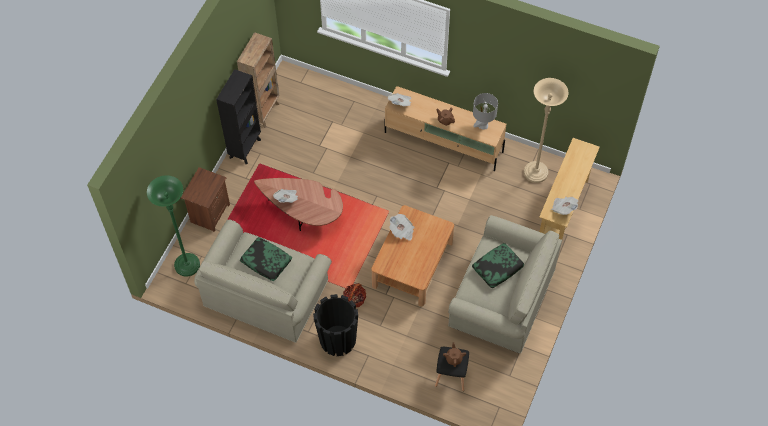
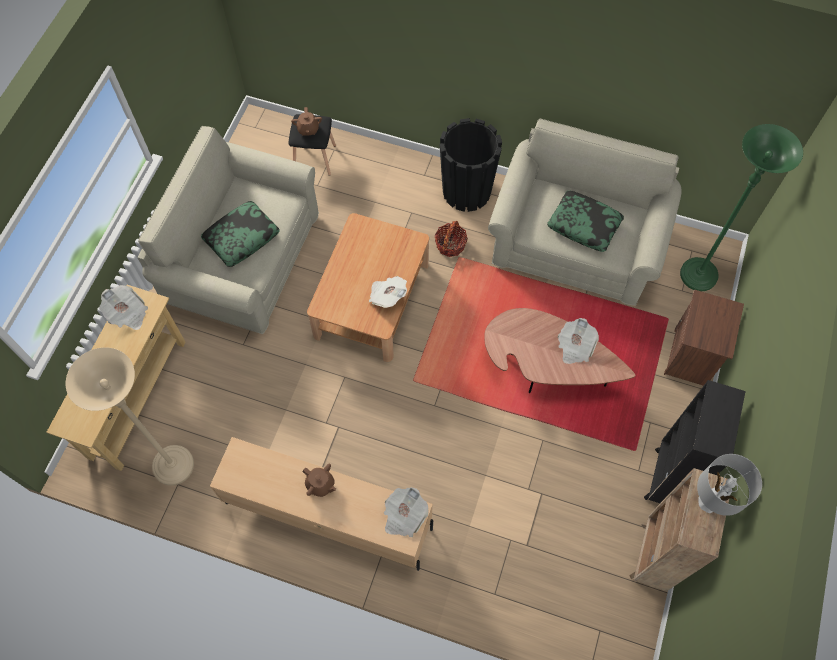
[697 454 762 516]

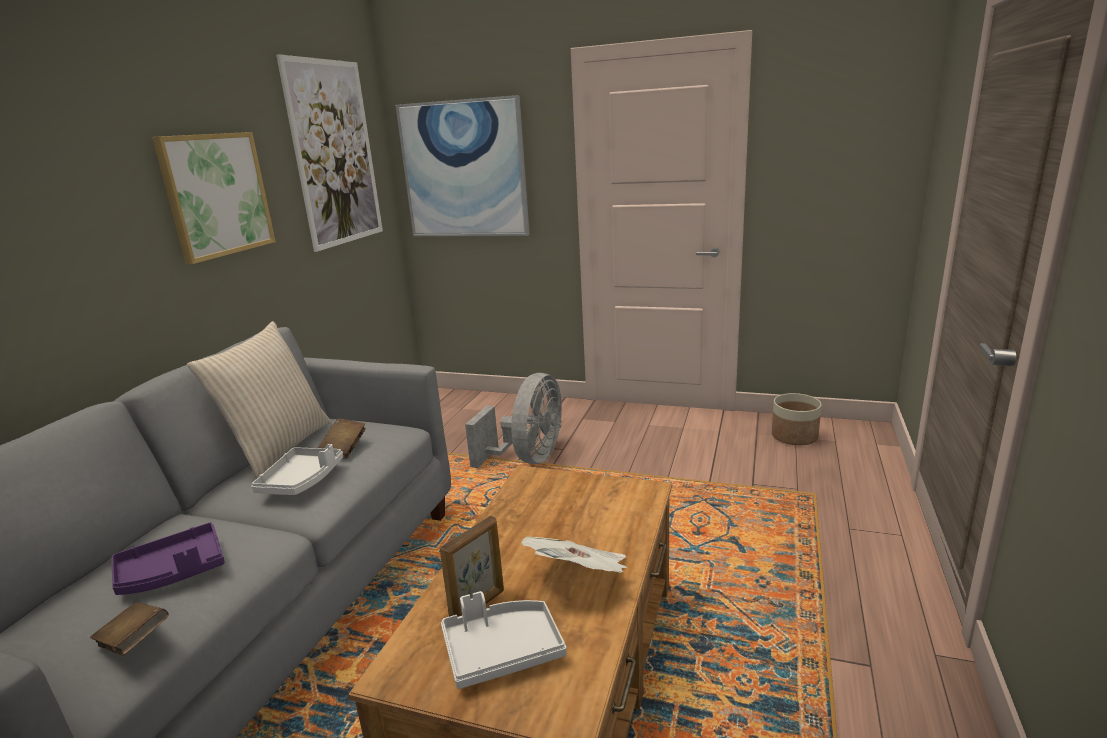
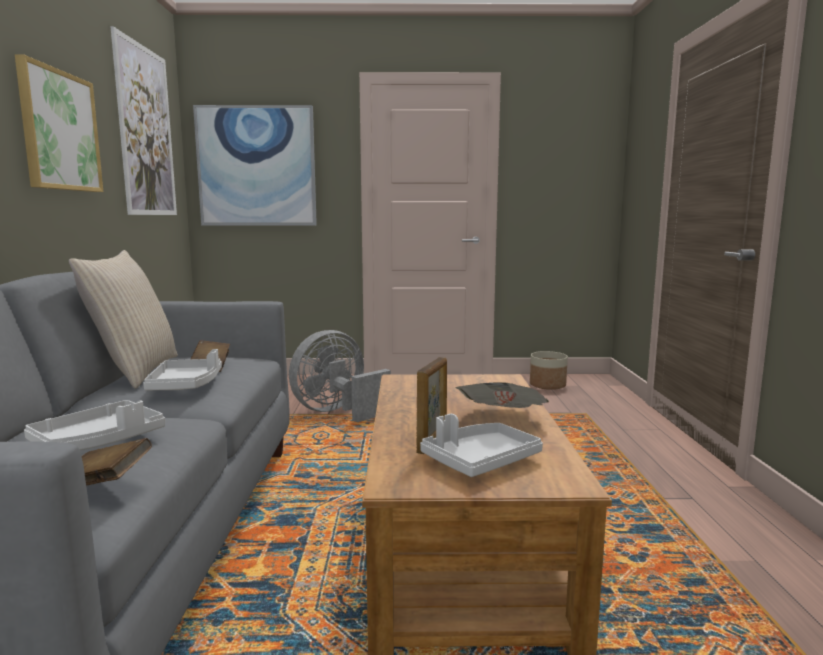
[289 330 391 422]
[24 400 165 450]

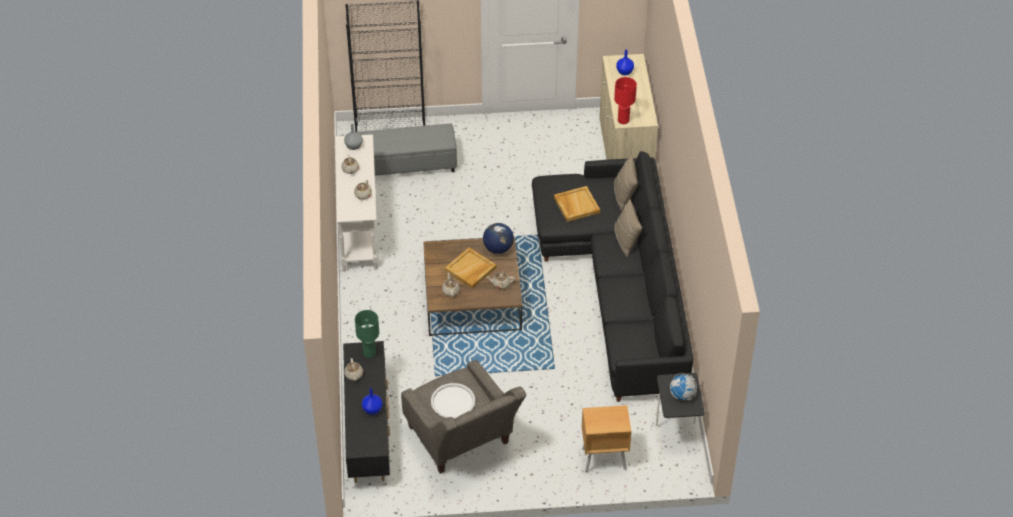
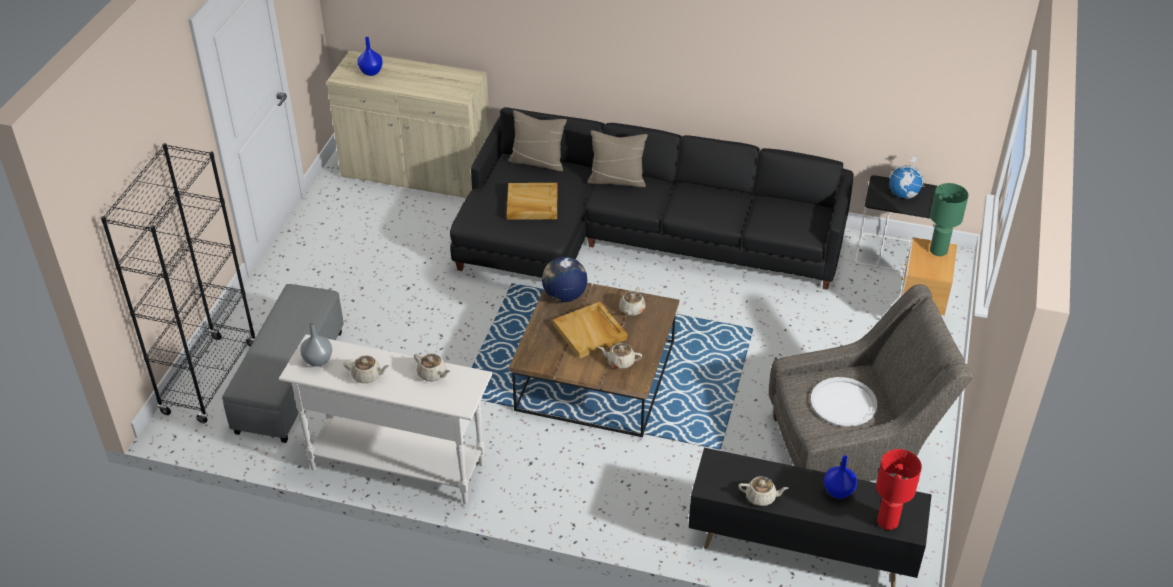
[876 449 922 530]
[930 183 969 256]

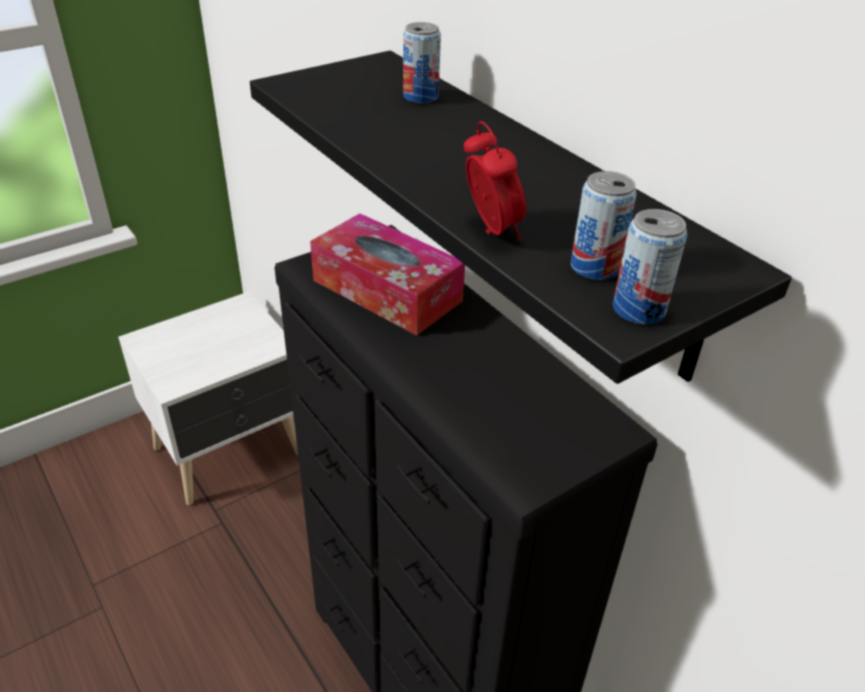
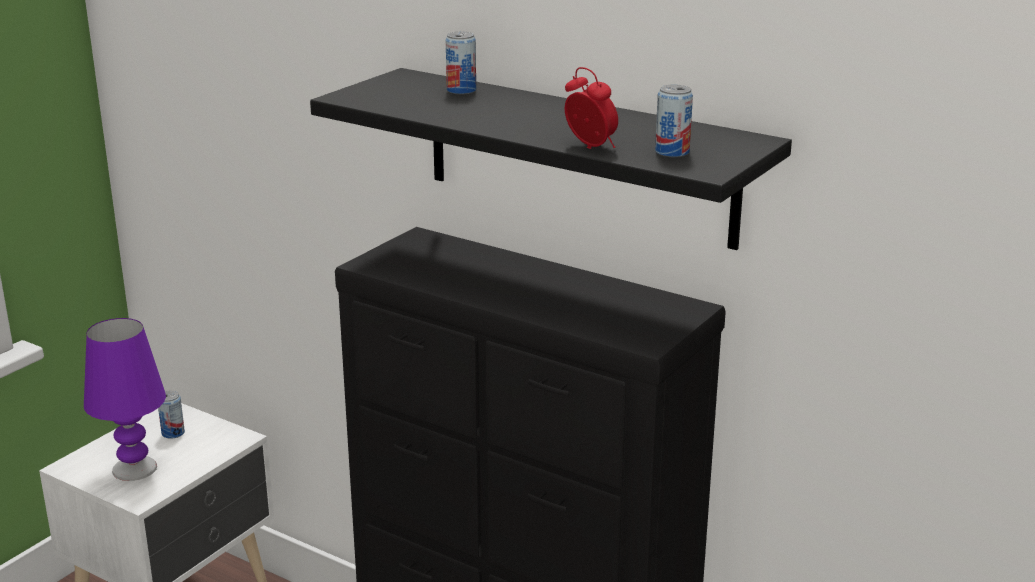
[158 391 185 439]
[310 213 465 336] (first image)
[84 318 166 481]

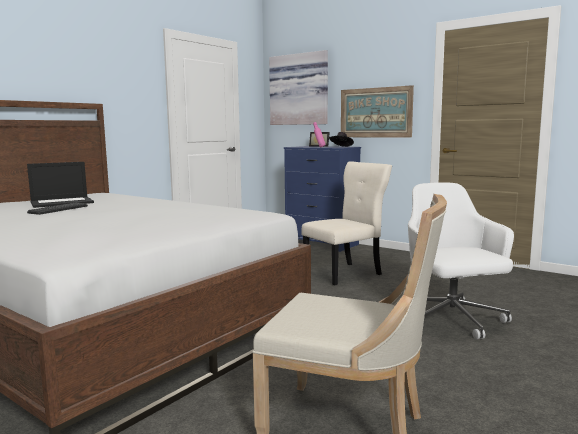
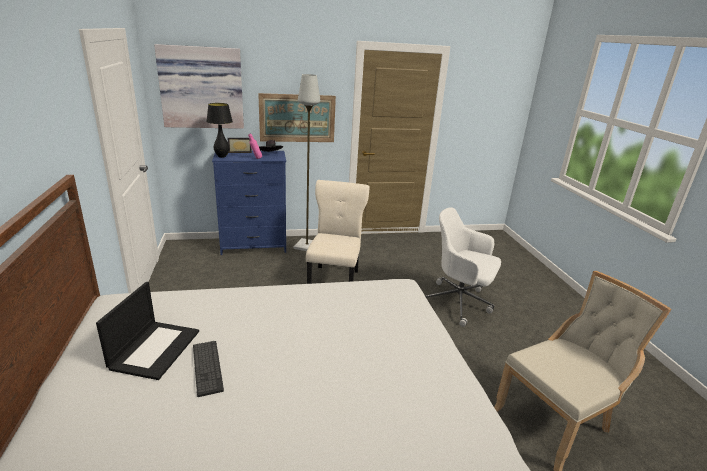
[294 74 320 251]
[206 103 233 158]

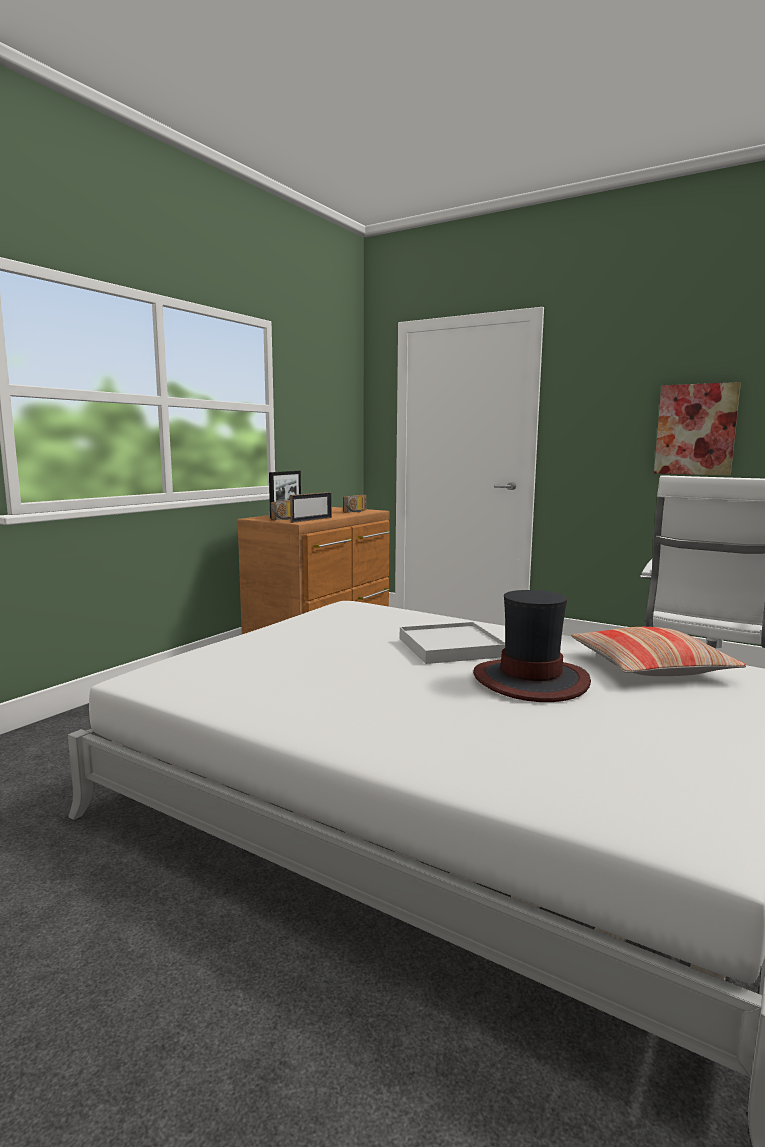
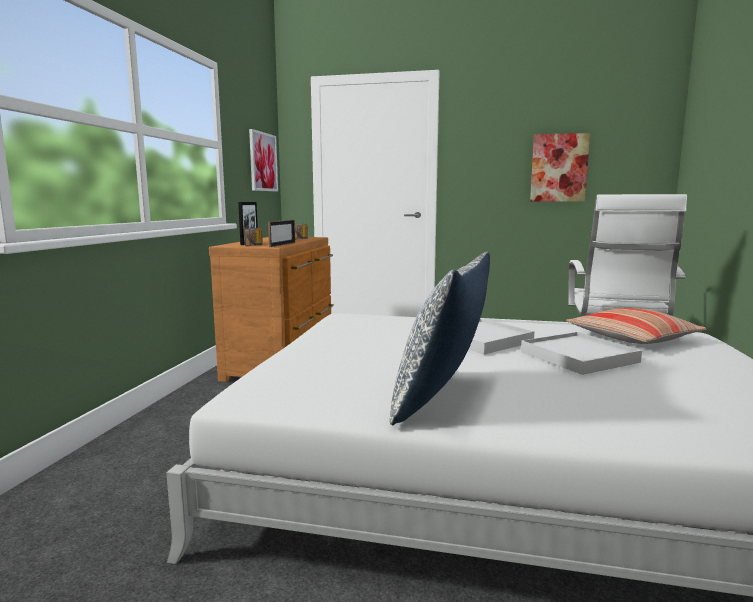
[521 332 642 375]
[249 129 278 191]
[390 252 490 425]

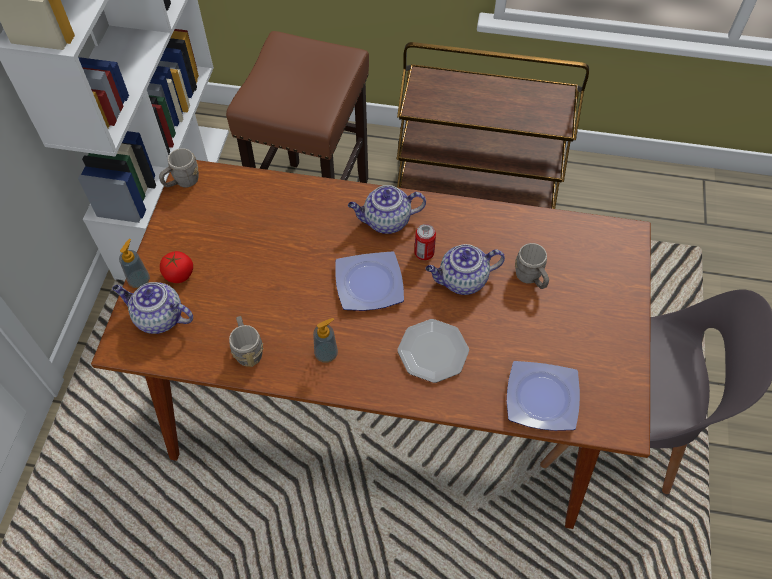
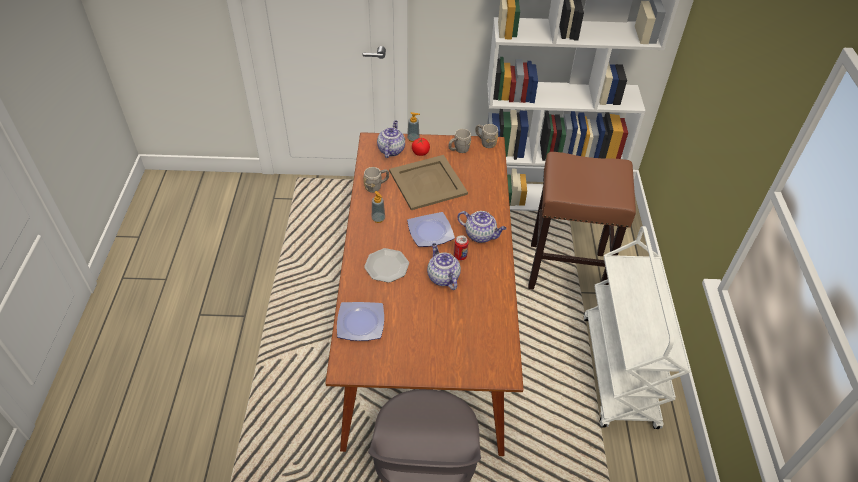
[584 226 691 429]
[458 211 507 243]
[449 129 471 153]
[389 155 468 210]

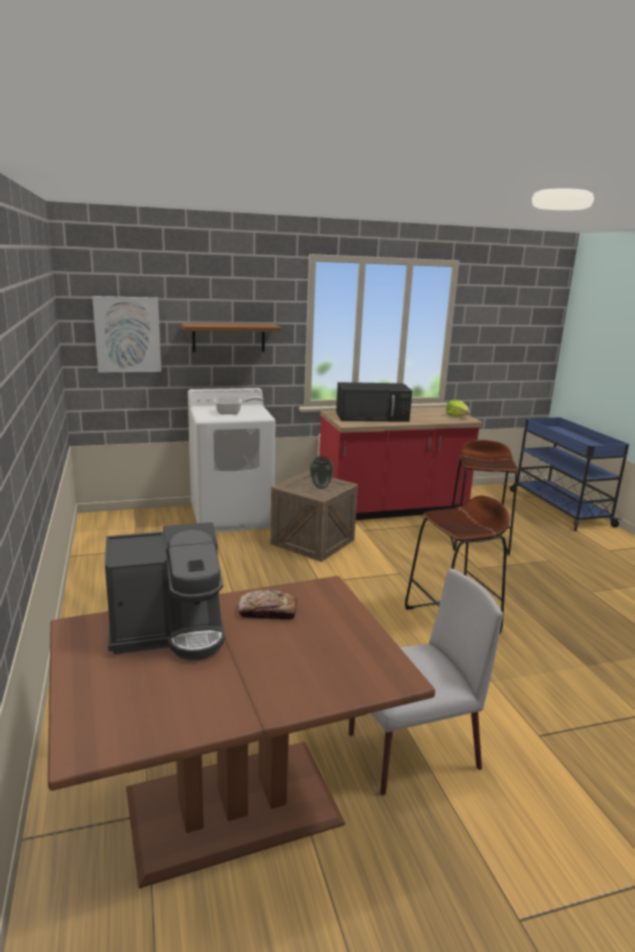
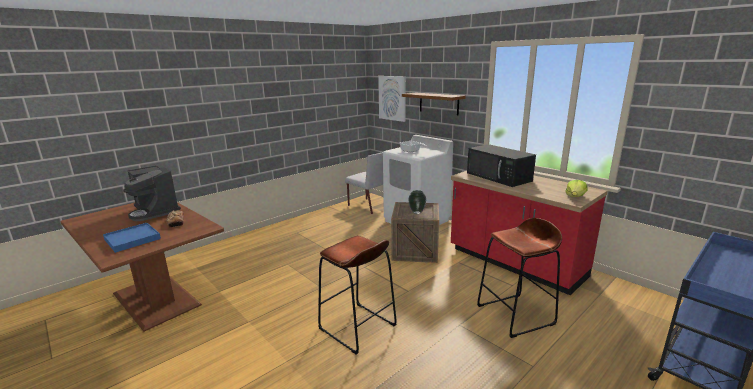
[345 152 383 214]
[103 223 161 253]

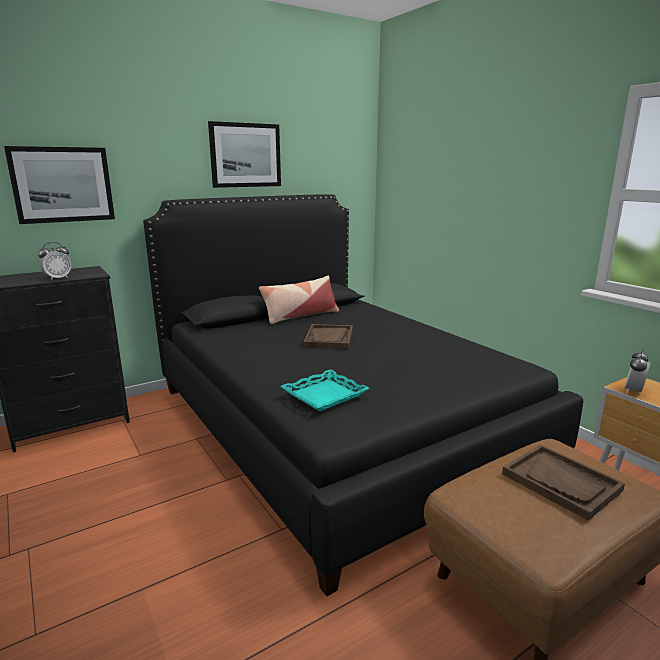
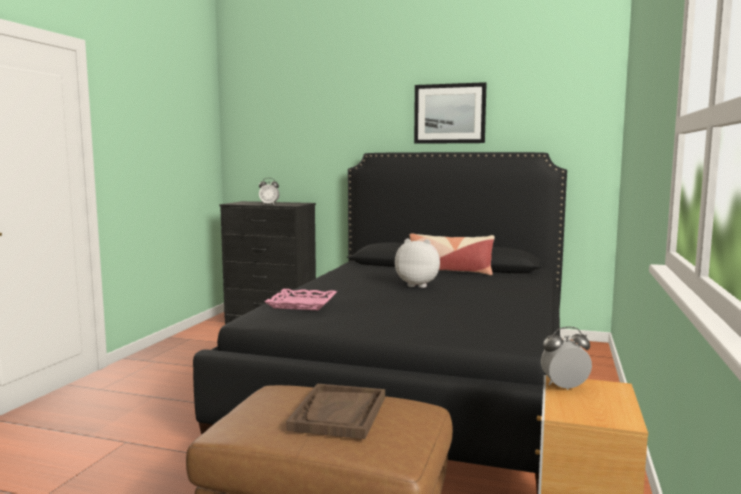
[4 146 115 224] (first image)
[395 239 440 288]
[265 289 337 310]

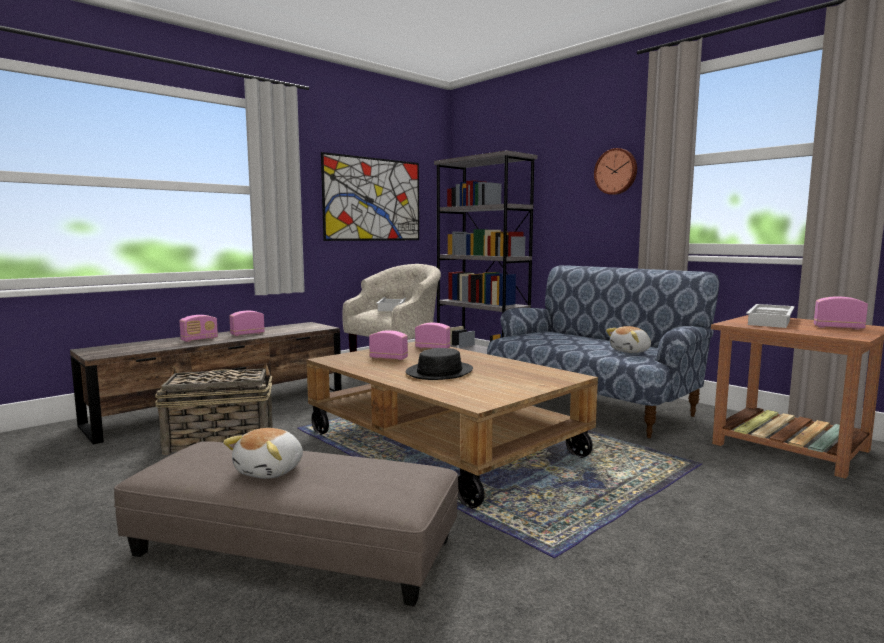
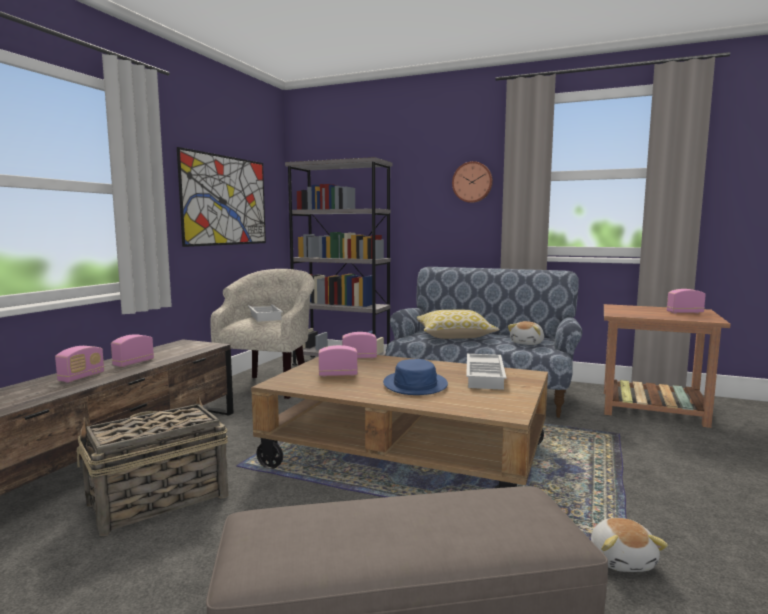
[466 354 506 390]
[383 359 448 395]
[591 518 668 572]
[417 310 500 339]

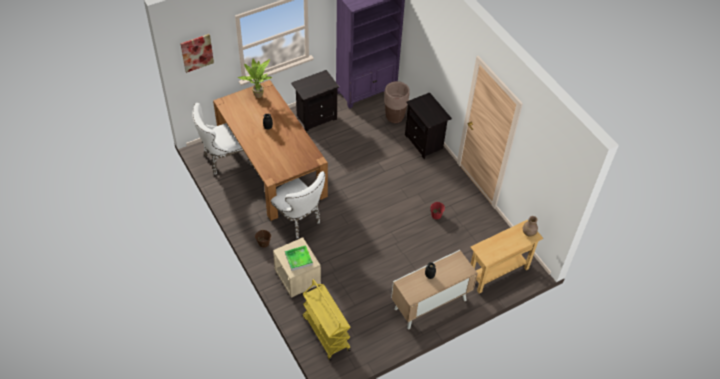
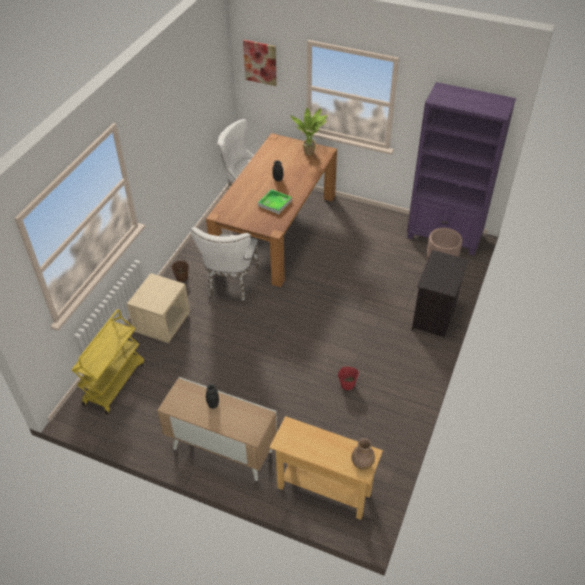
[291 70 339 131] (first image)
[258 189 292 214]

